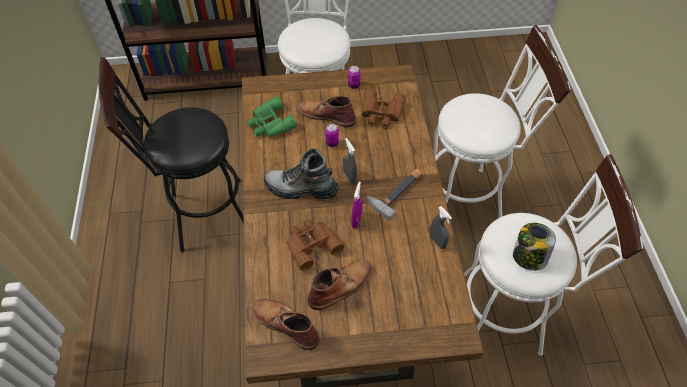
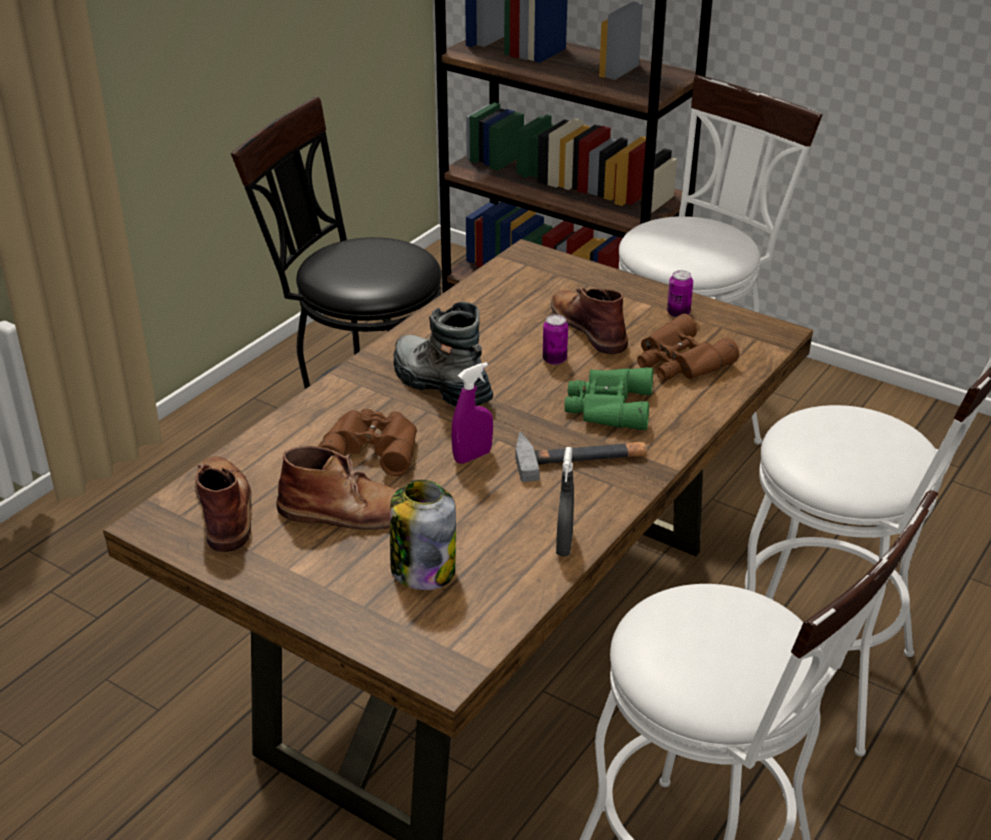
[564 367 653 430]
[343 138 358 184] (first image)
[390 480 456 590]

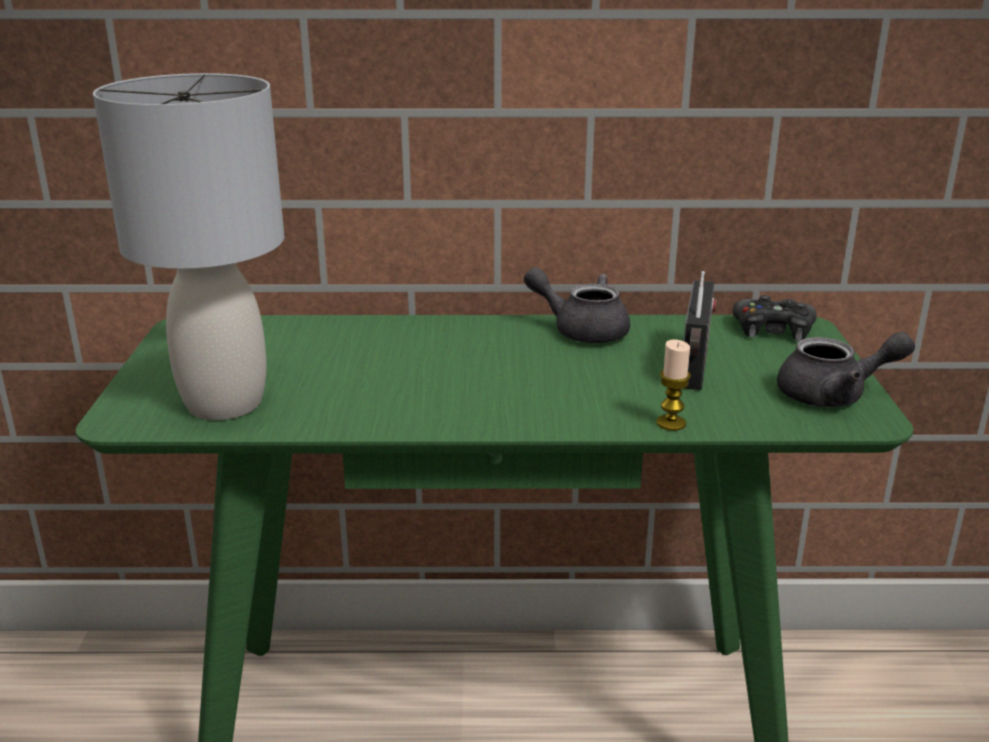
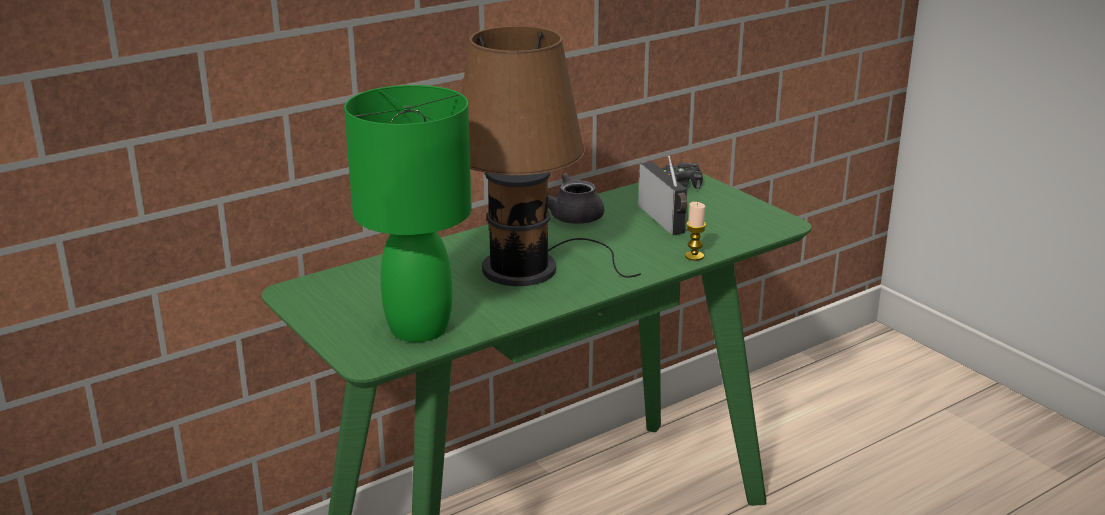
[344 85 472 342]
[777 332 915 407] (first image)
[461 26 641 286]

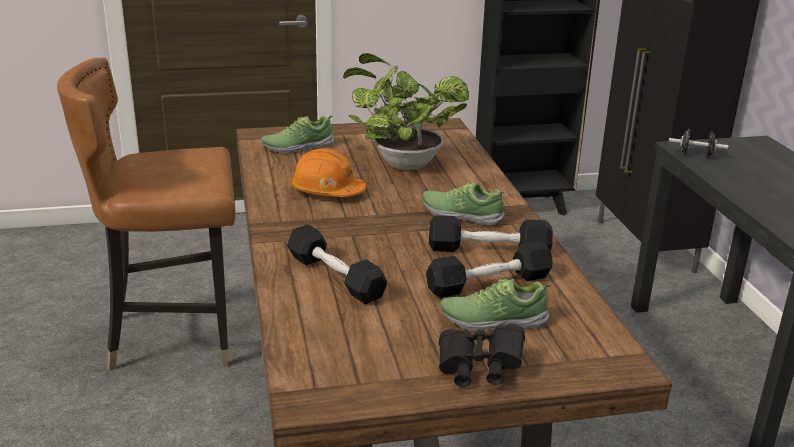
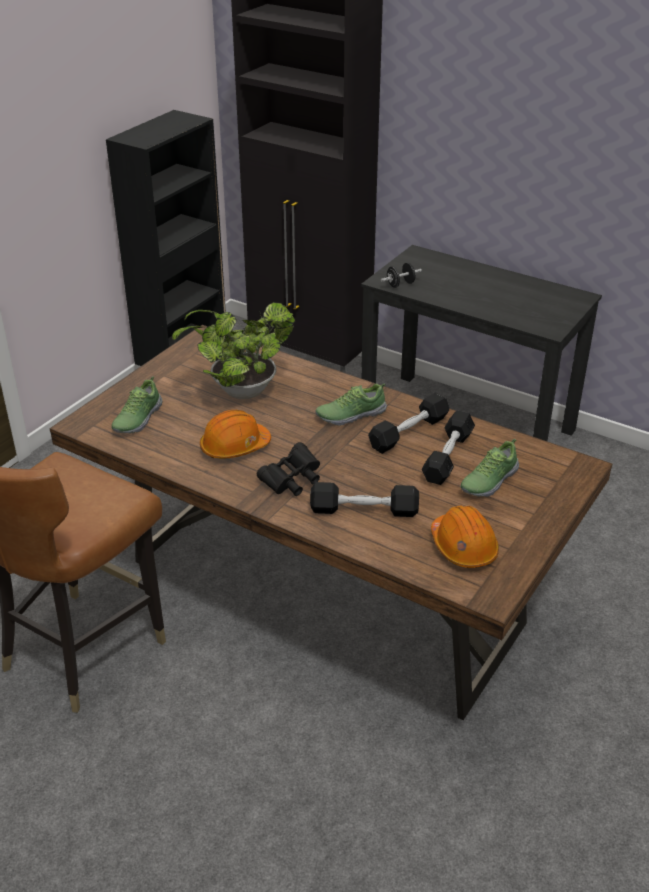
[257 442 320 496]
[431 506 499 568]

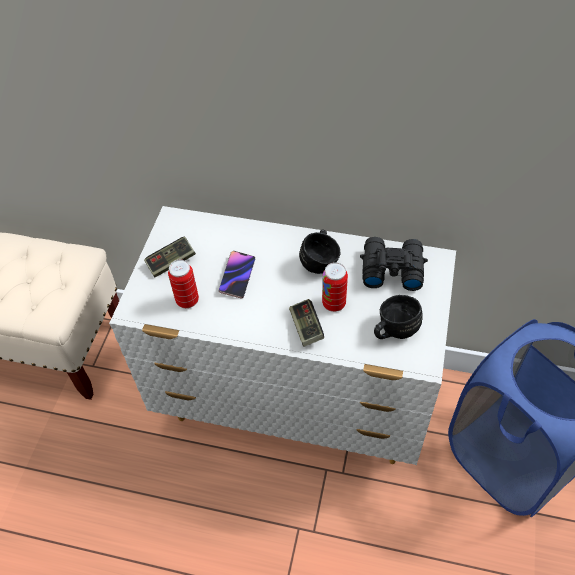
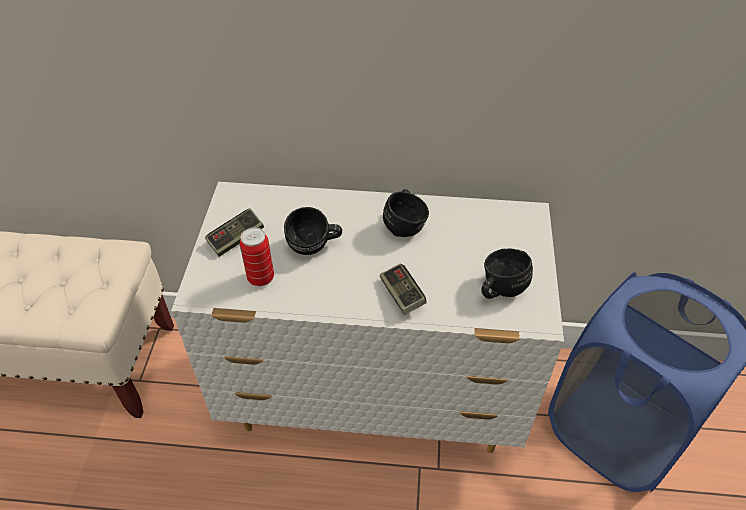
[360 237 428 291] (first image)
[284 207 342 255]
[322 262 348 312] (first image)

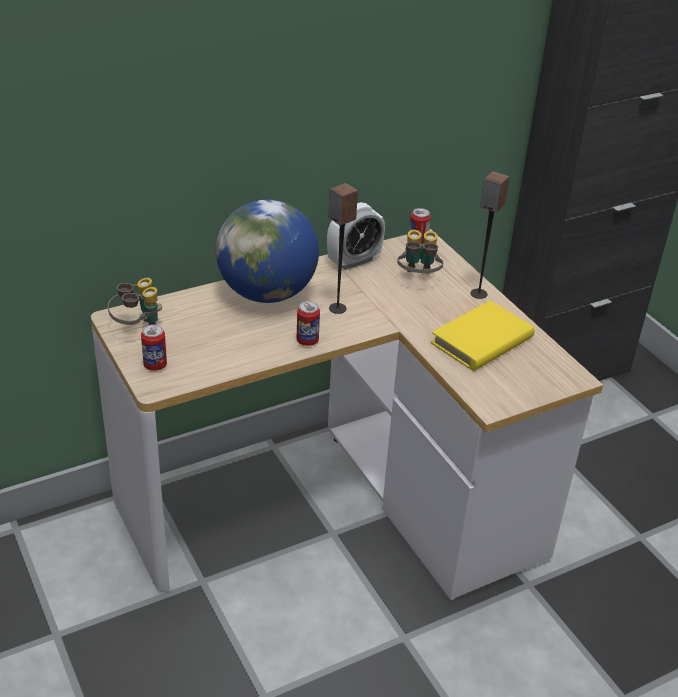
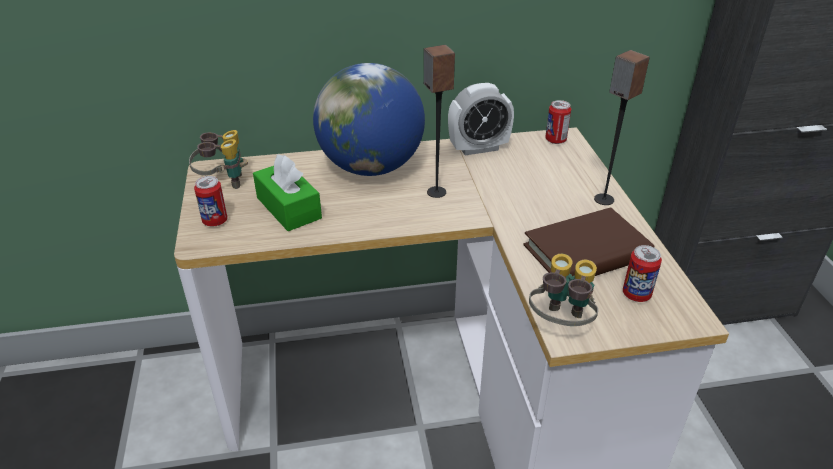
[529 254 598 326]
[623 245 662 302]
[523 207 655 276]
[253 154 322 231]

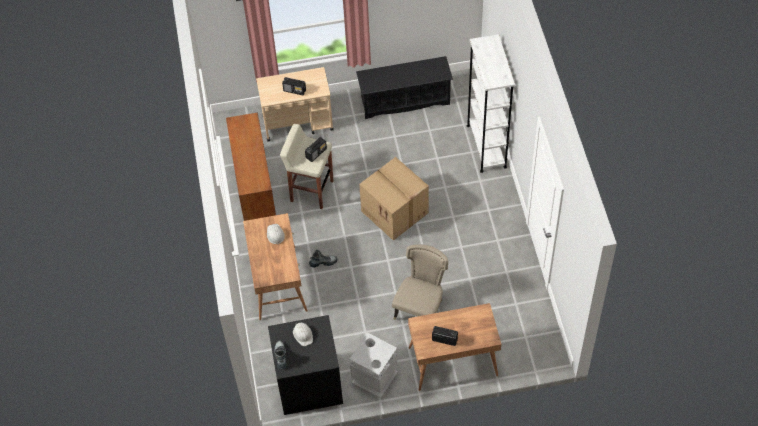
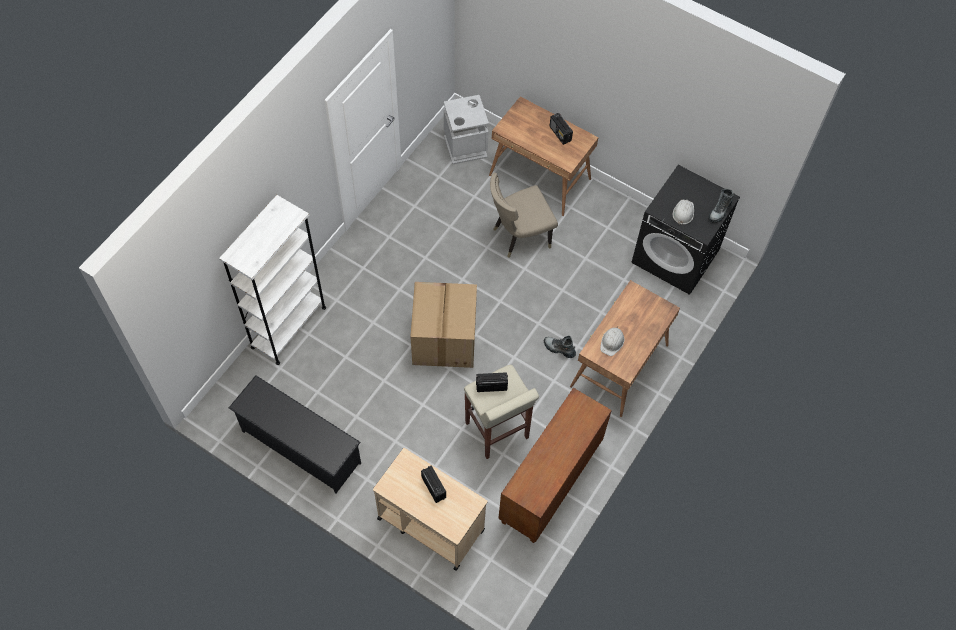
[444 95 489 164]

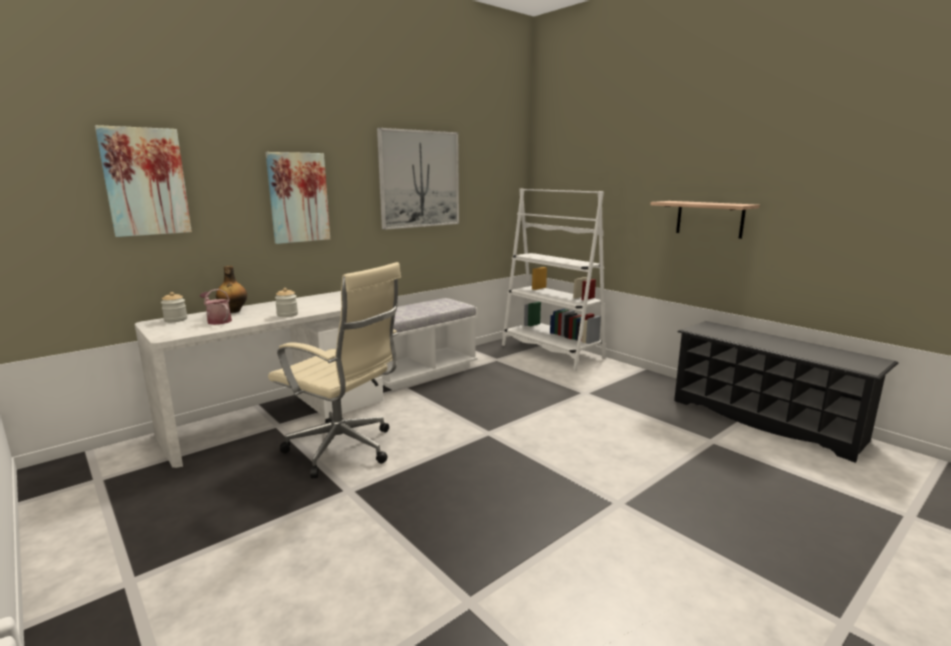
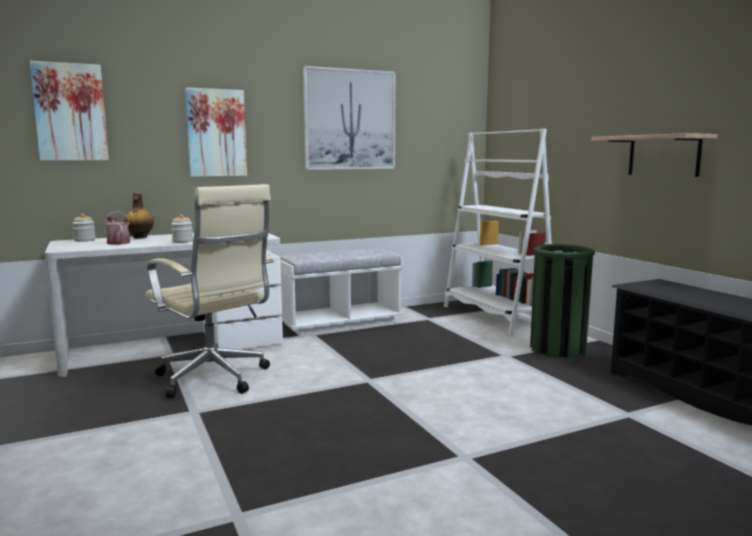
[530 244 595 359]

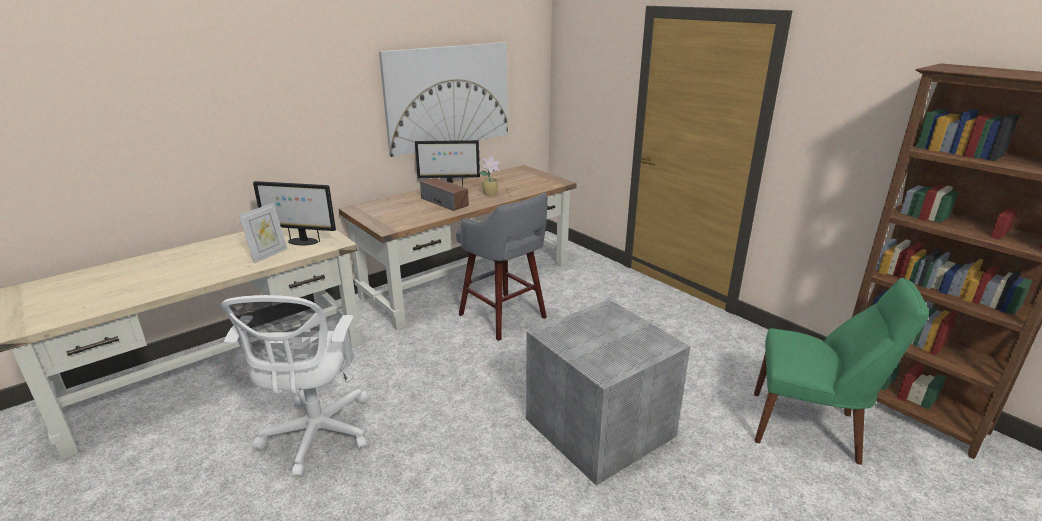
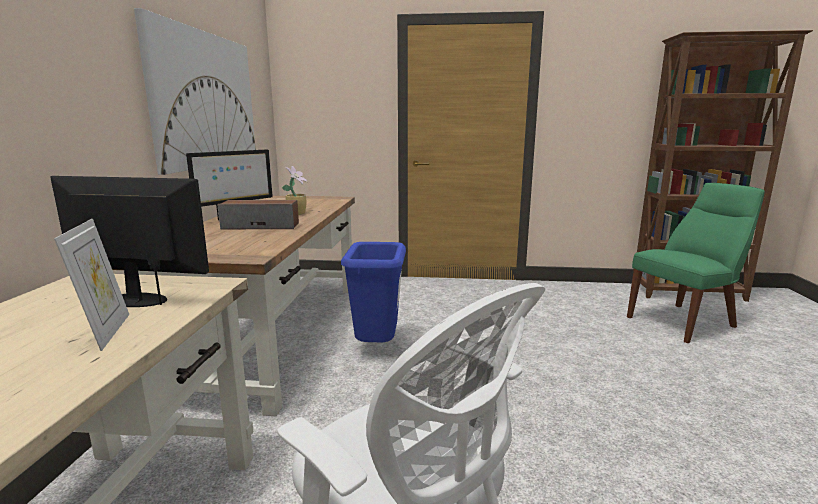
[50 176 209 307]
[341 242 406 342]
[526 299 690 486] (first image)

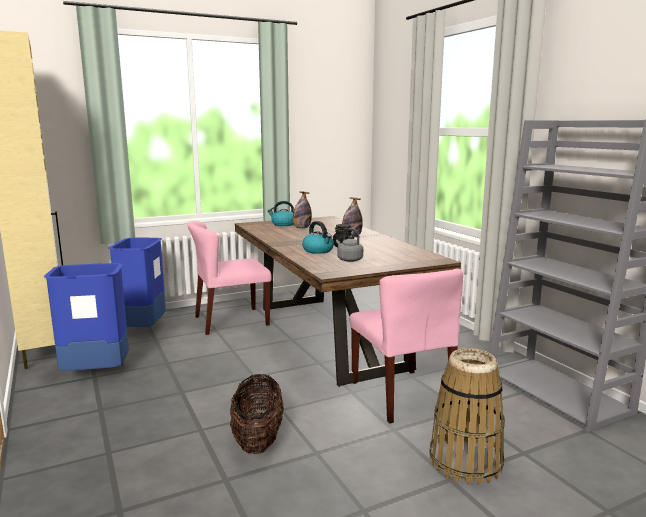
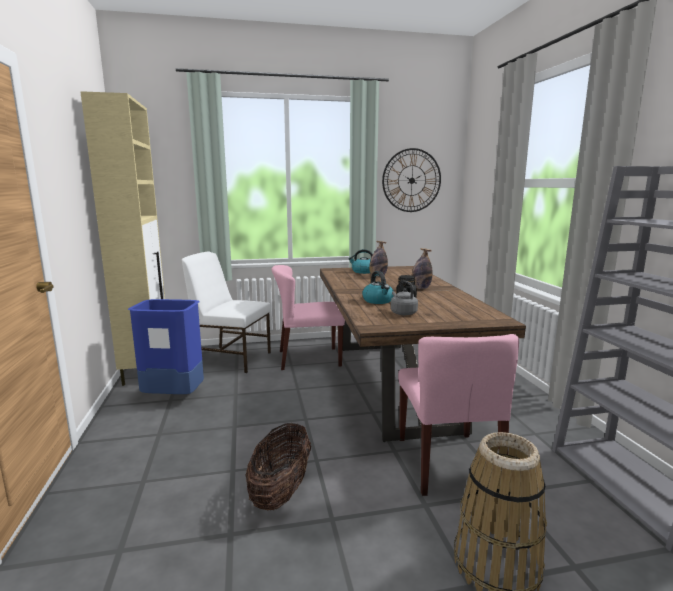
[182 252 271 373]
[382 148 441 212]

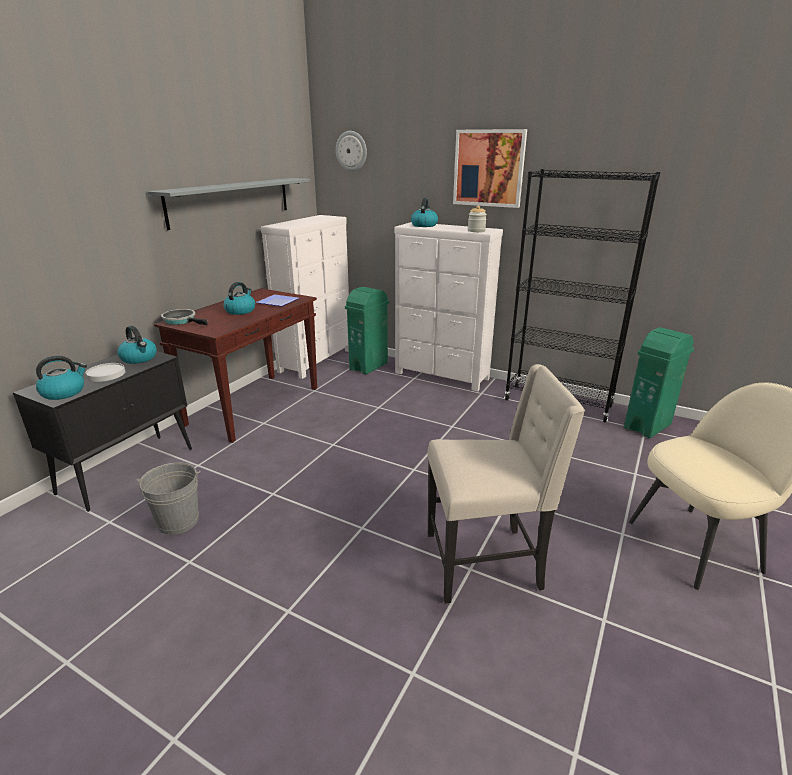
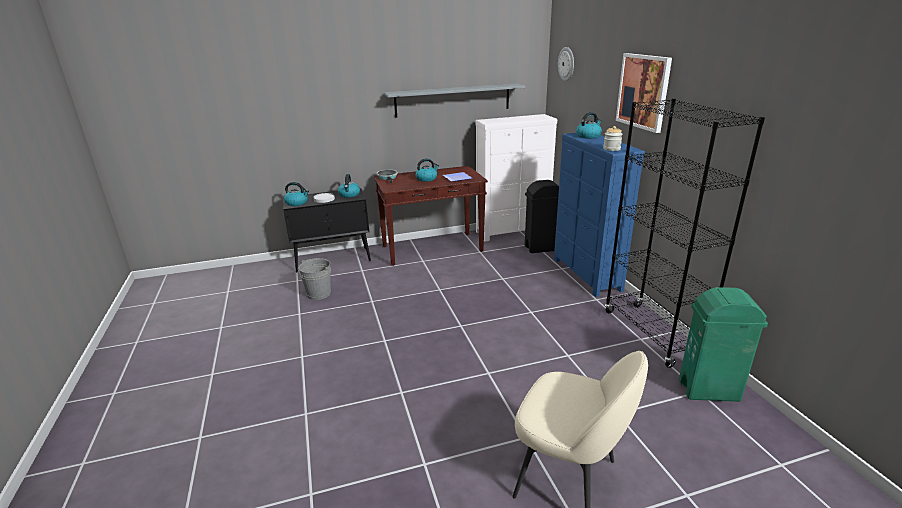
[554 133 645 297]
[525 180 559 253]
[427 364 585 603] (first image)

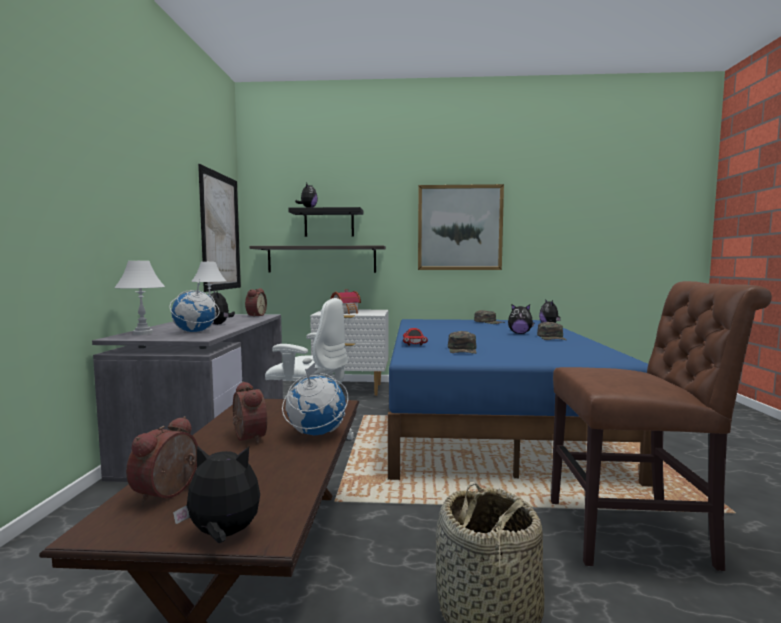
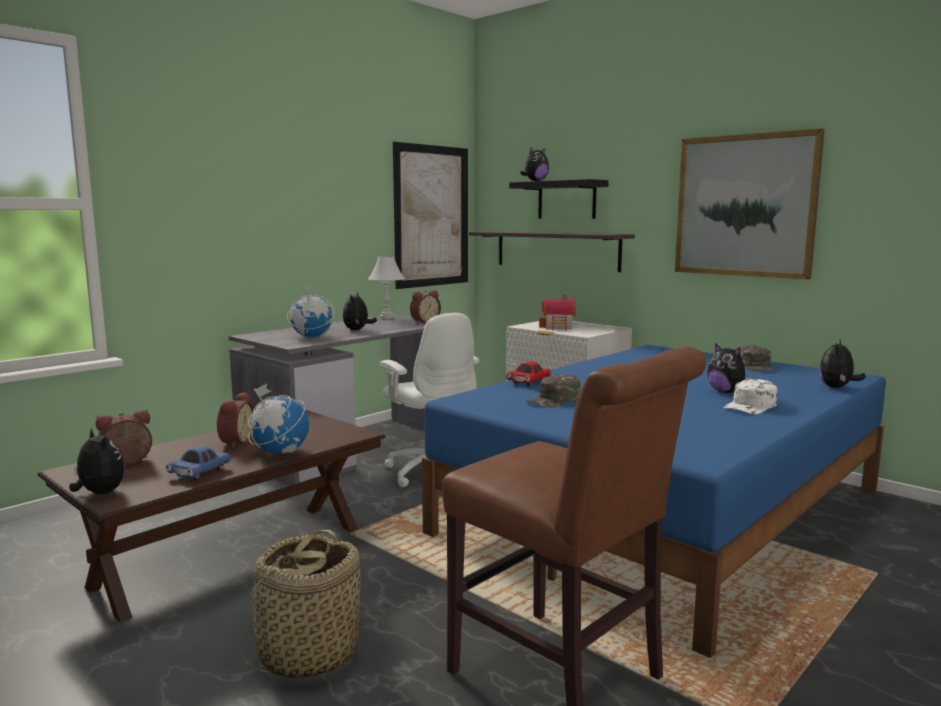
[114 260 165 335] (first image)
[723 379 777 414]
[166 446 231 480]

